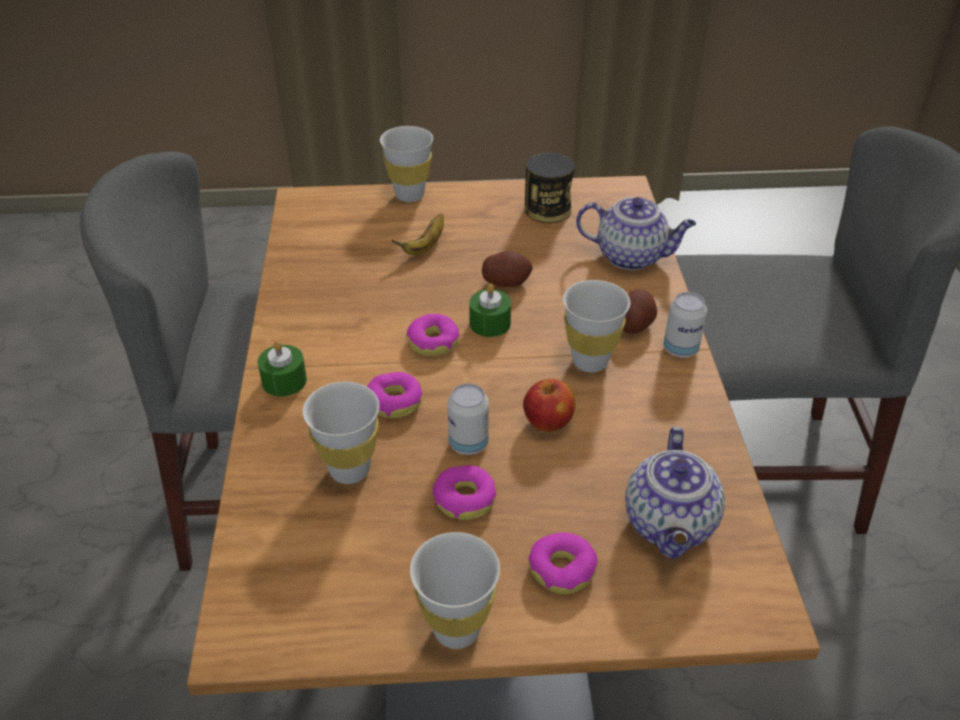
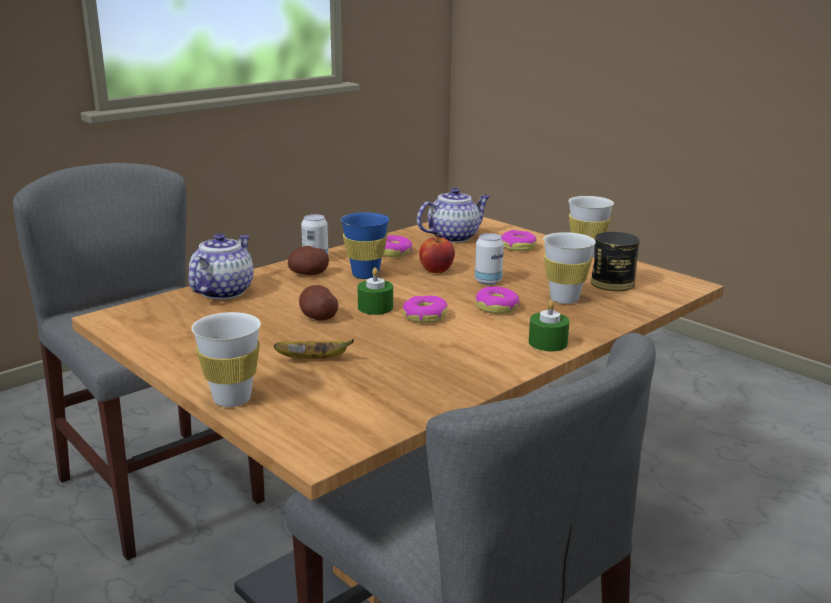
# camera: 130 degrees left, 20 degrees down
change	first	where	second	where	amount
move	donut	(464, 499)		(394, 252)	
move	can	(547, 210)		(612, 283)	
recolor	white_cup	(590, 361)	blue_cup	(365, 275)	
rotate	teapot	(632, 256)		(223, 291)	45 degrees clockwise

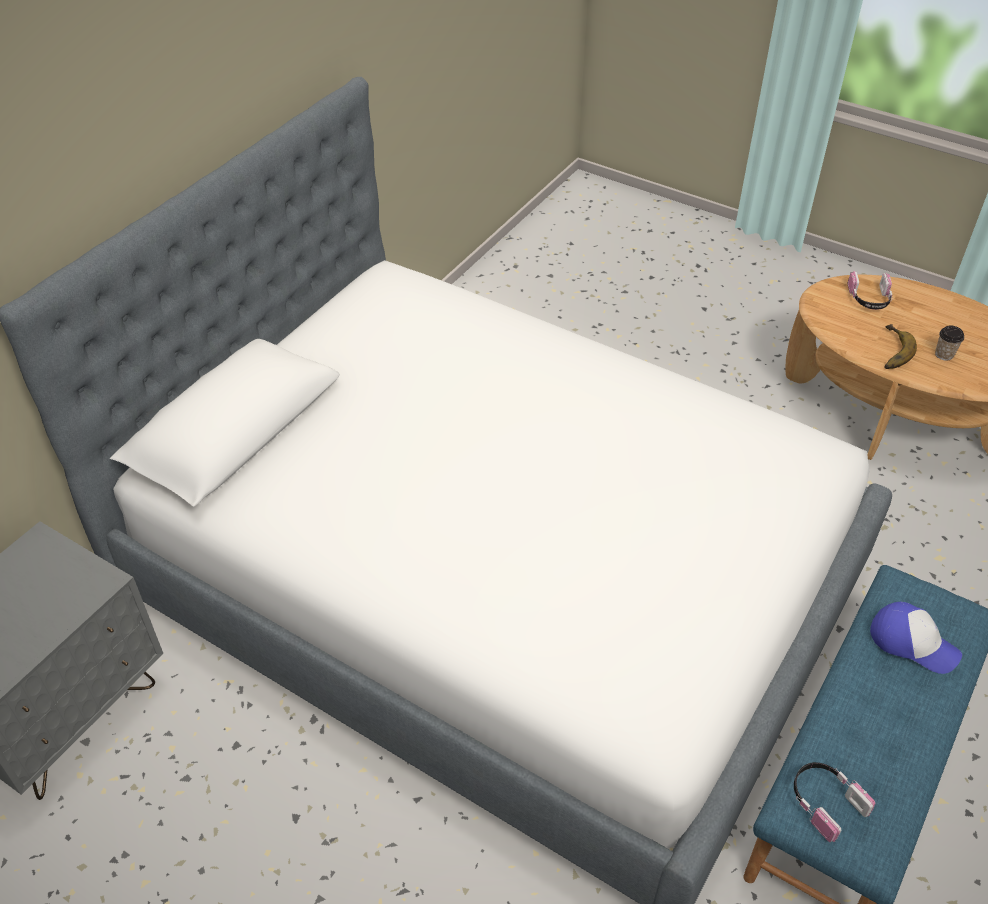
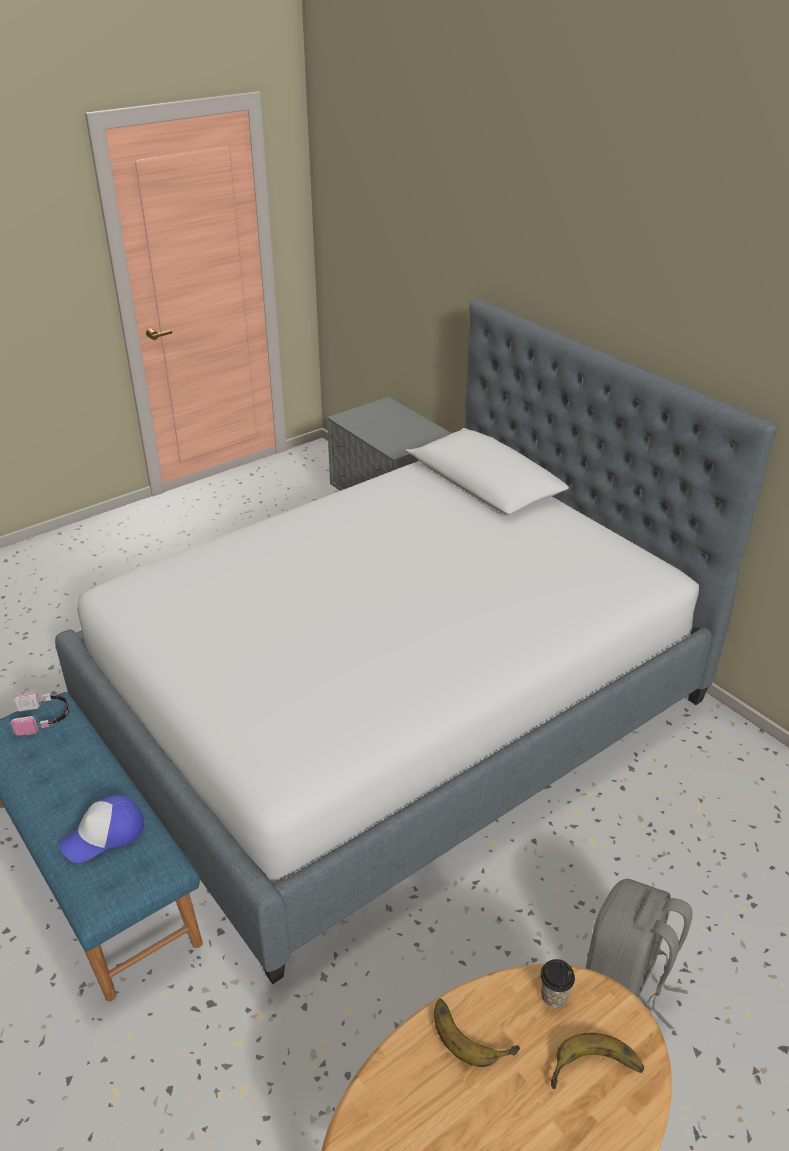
# camera: 110 degrees right, 10 degrees down
change	first	where	second	where	amount
replace	headphones	(869, 299)	banana	(596, 1073)	
move	cup	(944, 354)		(554, 996)	
insert			grey_backpack	(627, 985)	

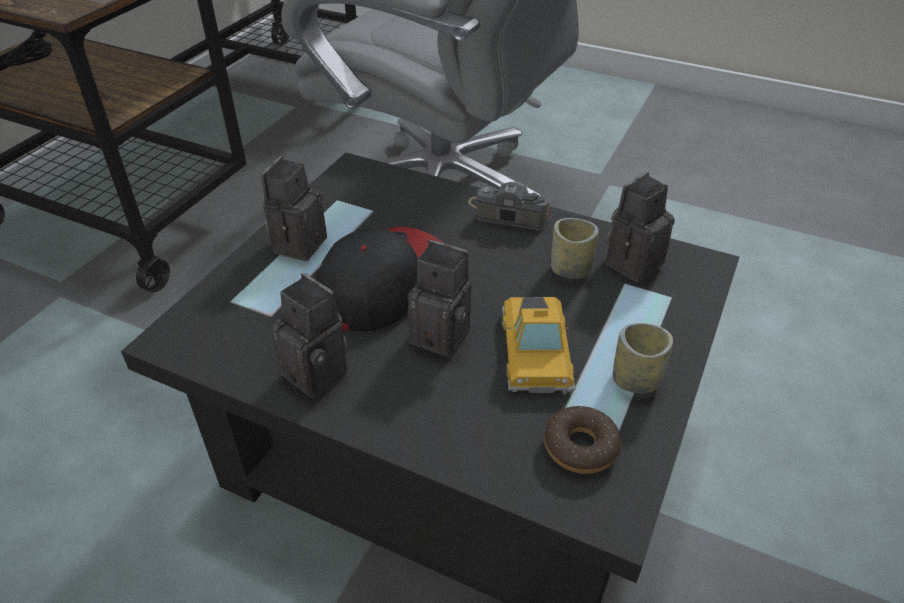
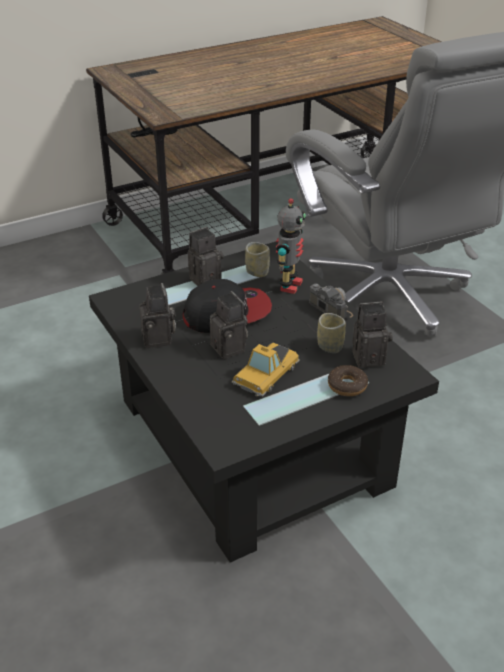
# camera: 35 degrees right, 5 degrees down
change	first	where	second	where	amount
move	donut	(580, 447)		(347, 386)	
move	cup	(636, 380)		(257, 272)	
insert			toy_robot	(289, 285)	

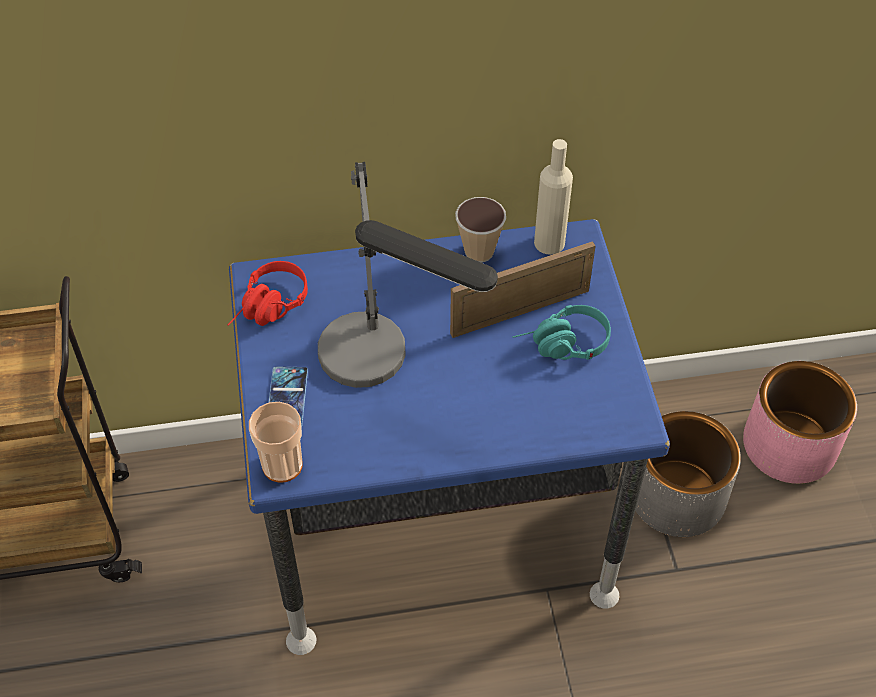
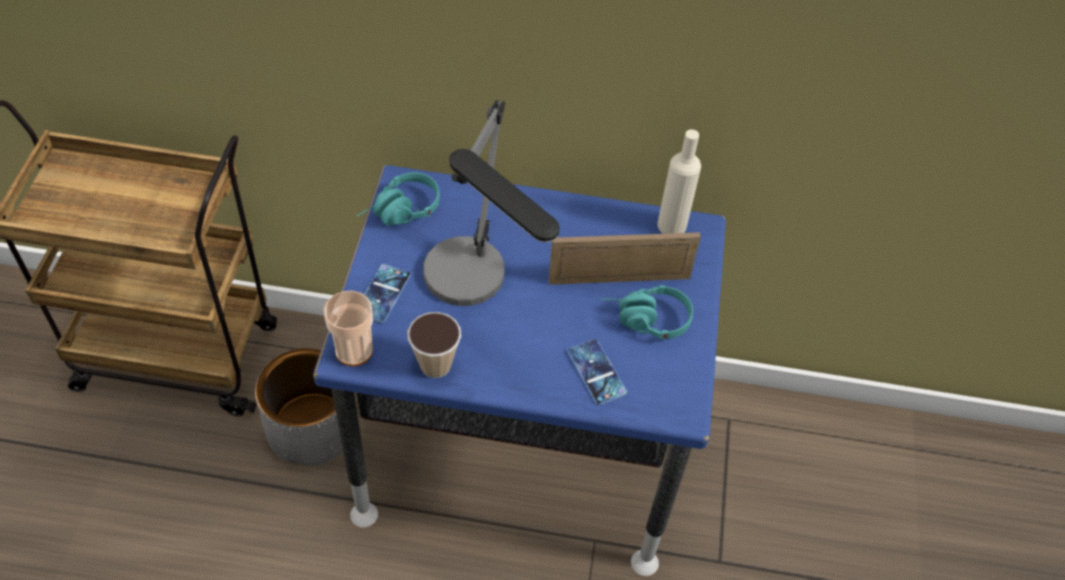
# camera: 15 degrees right, 0 degrees up
change	first	where	second	where	amount
recolor	red_headphones	(269, 309)	turquoise_headphones	(400, 213)	
move	cup	(479, 251)		(435, 365)	
move	grey_planter	(677, 497)		(312, 428)	
delete	pink_planter	(789, 446)			
insert			phone	(596, 372)	

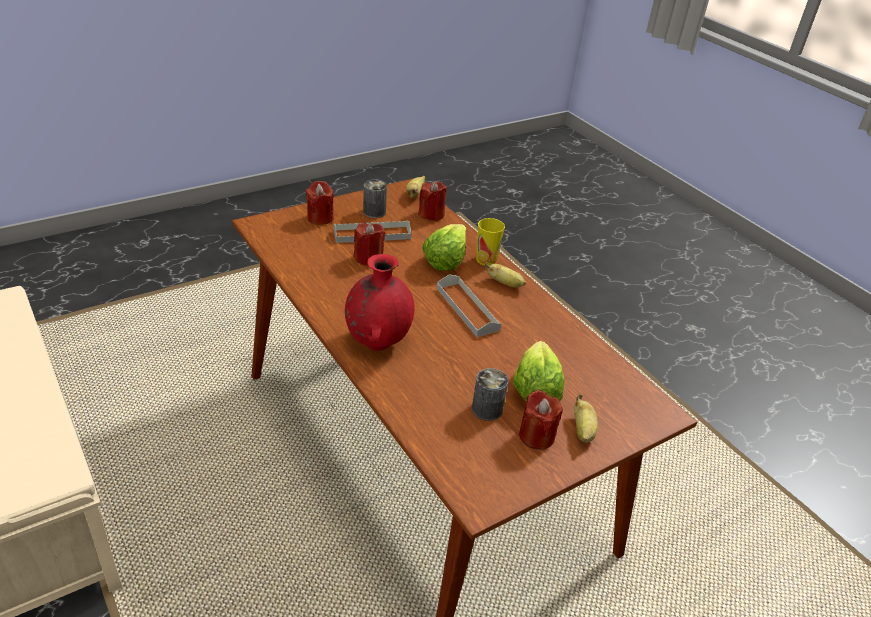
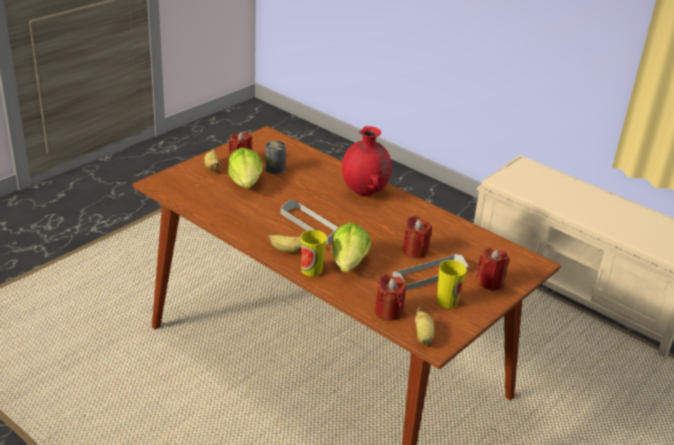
# camera: 165 degrees right, 5 degrees down
change	first	where	second	where	amount
replace	can	(374, 212)	cup	(447, 301)	

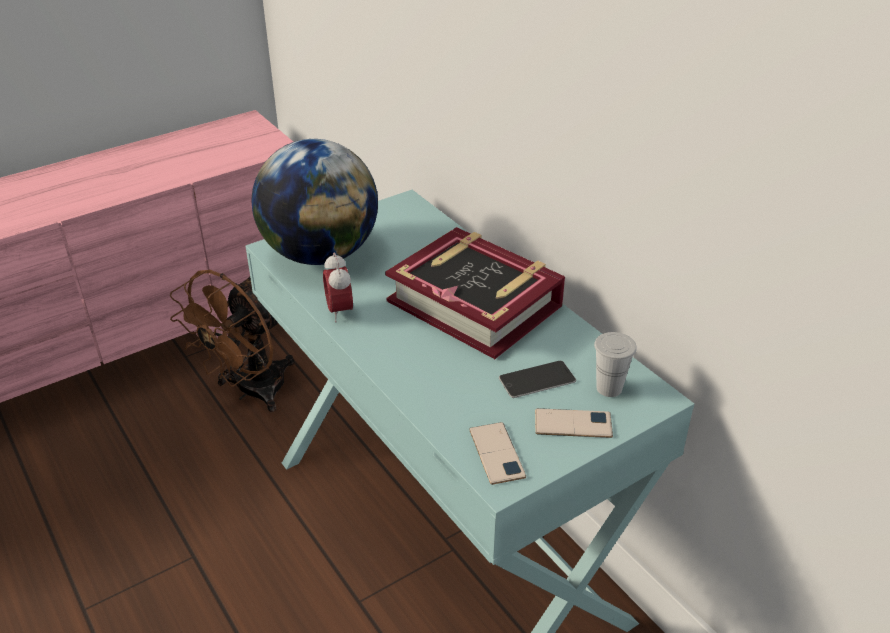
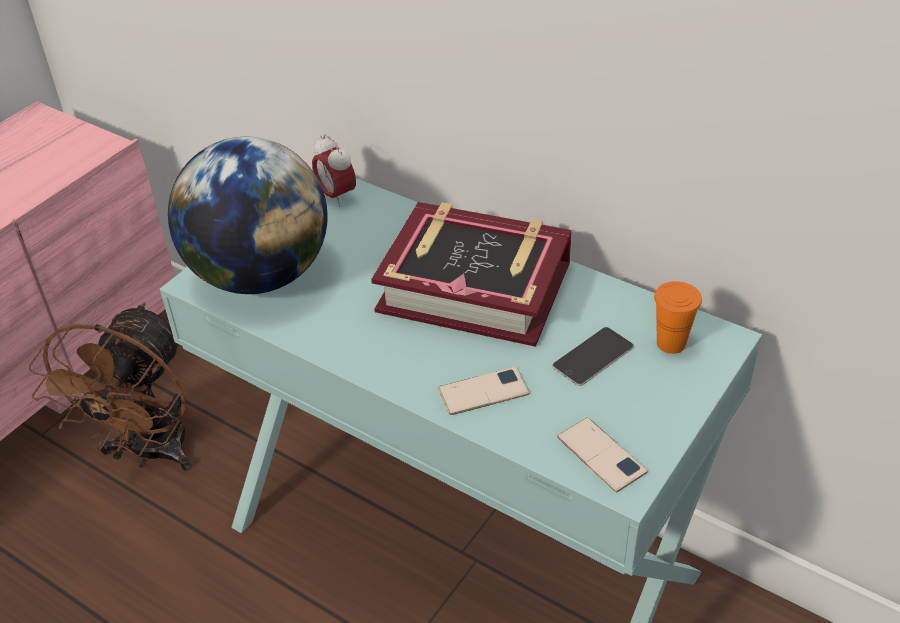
# camera: 20 degrees left, 5 degrees up
change	first	where	second	where	amount
move	alarm_clock	(340, 311)		(336, 196)	
move	phone	(573, 424)		(483, 391)	
recolor	white_cup	(609, 388)	orange_cup	(671, 343)	

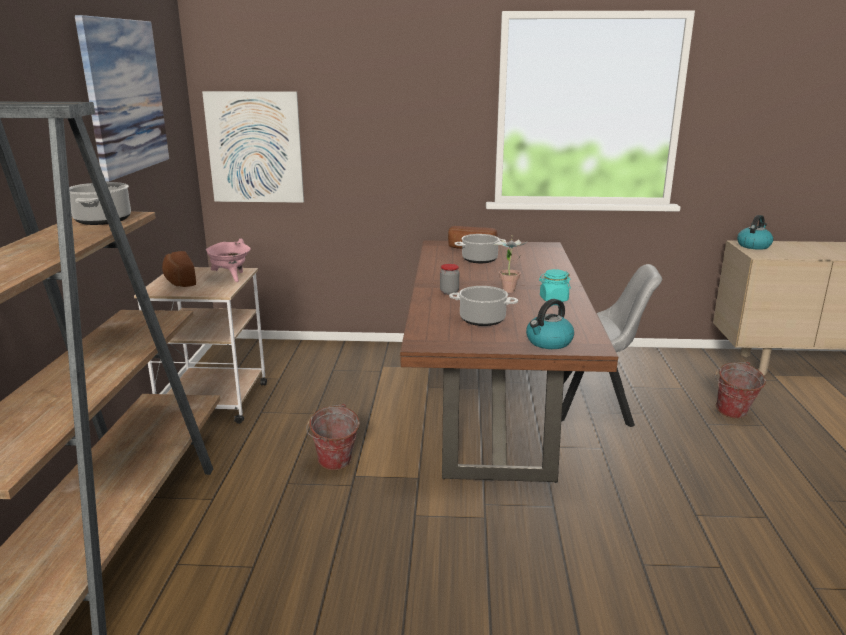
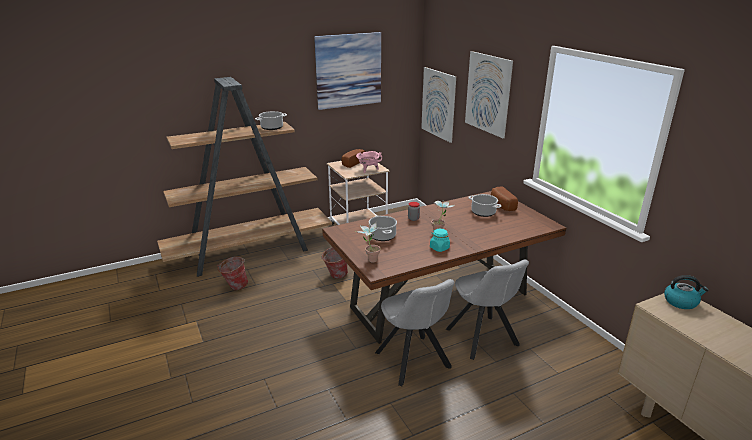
# camera: 60 degrees right, 5 degrees up
change	first	where	second	where	amount
replace	kettle	(548, 342)	potted_plant	(369, 259)	
move	bucket	(732, 415)		(234, 287)	
insert			grey_chair	(413, 361)	
insert			picture	(488, 93)	

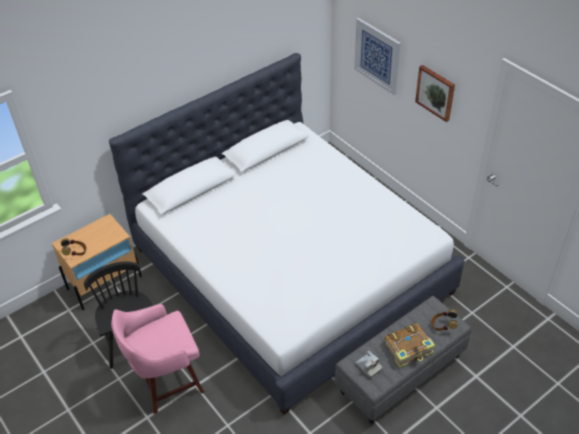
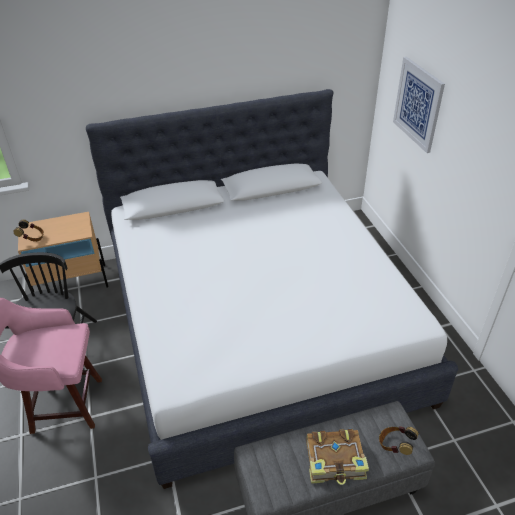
# camera: 20 degrees right, 5 degrees down
change	first	where	second	where	amount
delete	photo_camera	(368, 367)			
delete	picture	(435, 92)			

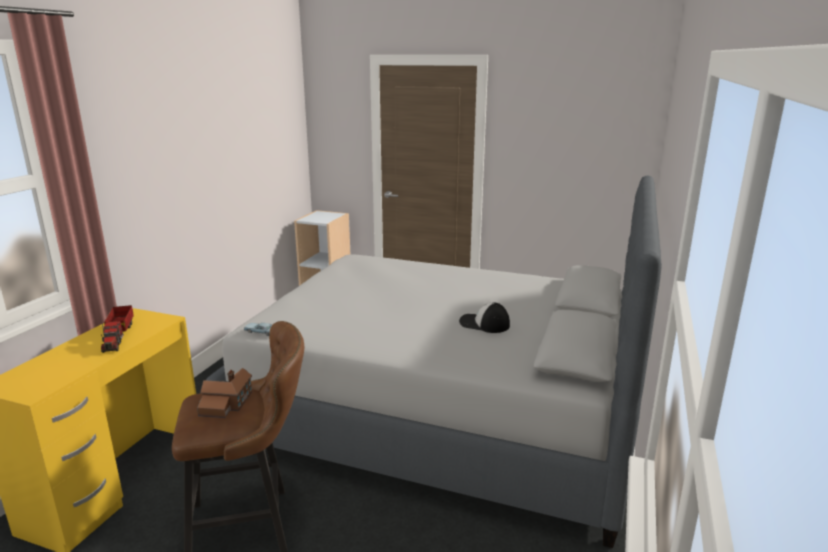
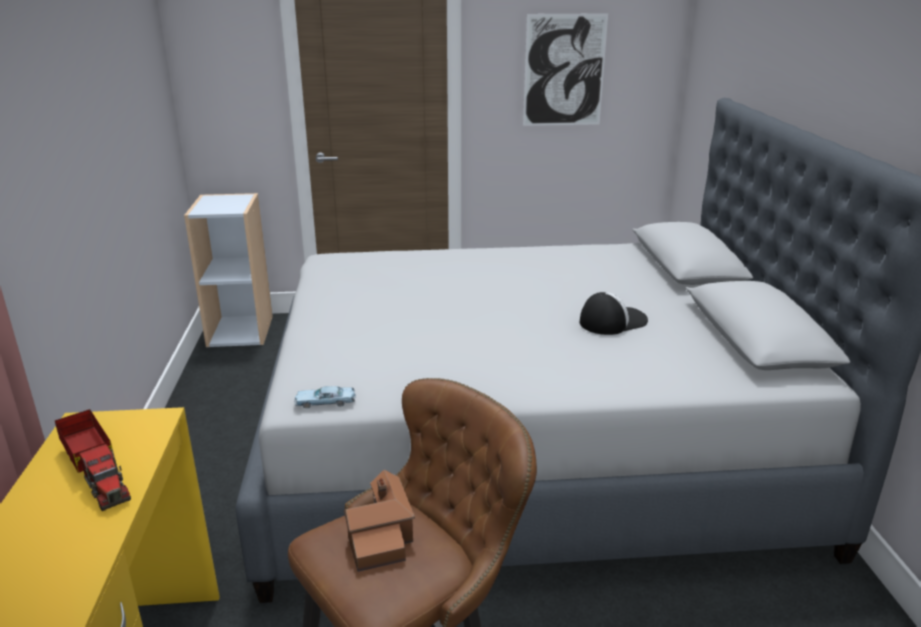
# camera: 25 degrees left, 5 degrees up
change	first	where	second	where	amount
rotate	cap	(484, 324)		(612, 321)	150 degrees clockwise
insert			picture	(564, 71)	

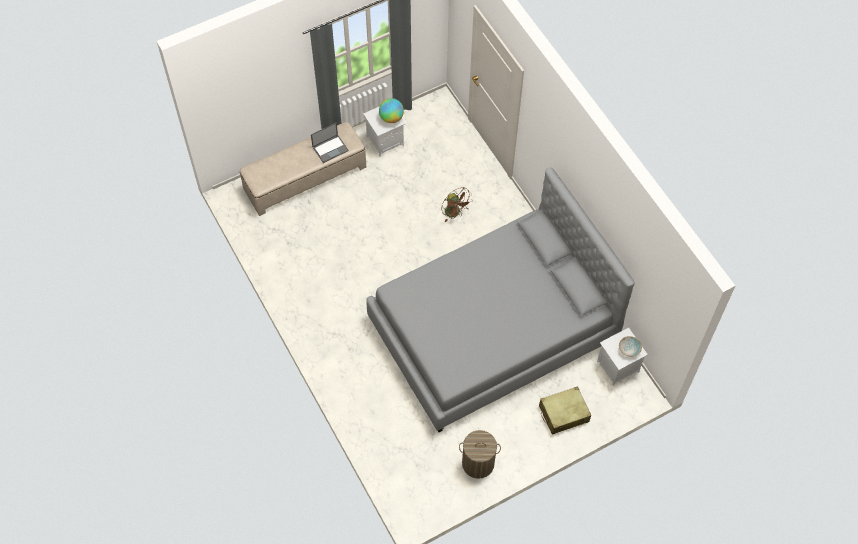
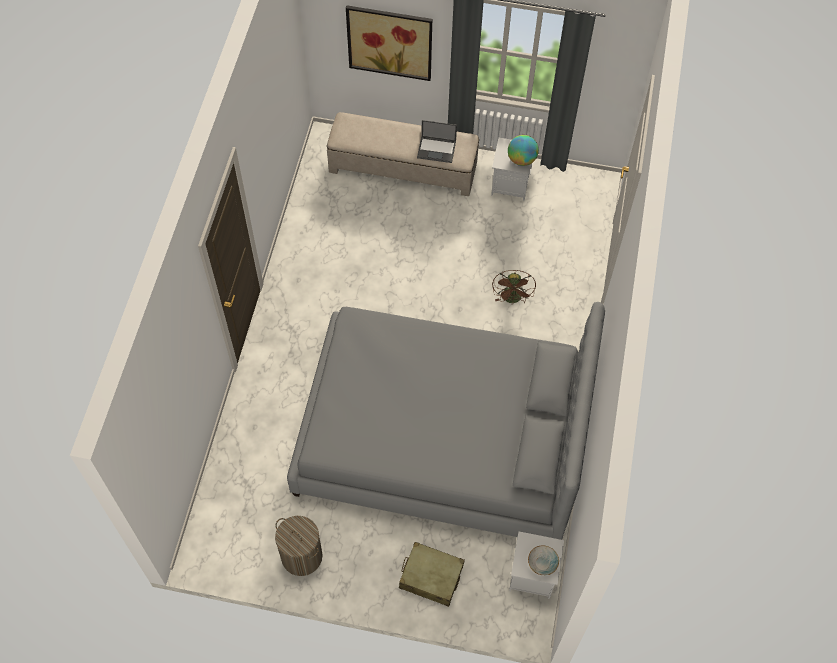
# camera: 40 degrees right, 0 degrees up
change	first	where	second	where	amount
insert			picture	(390, 42)	

